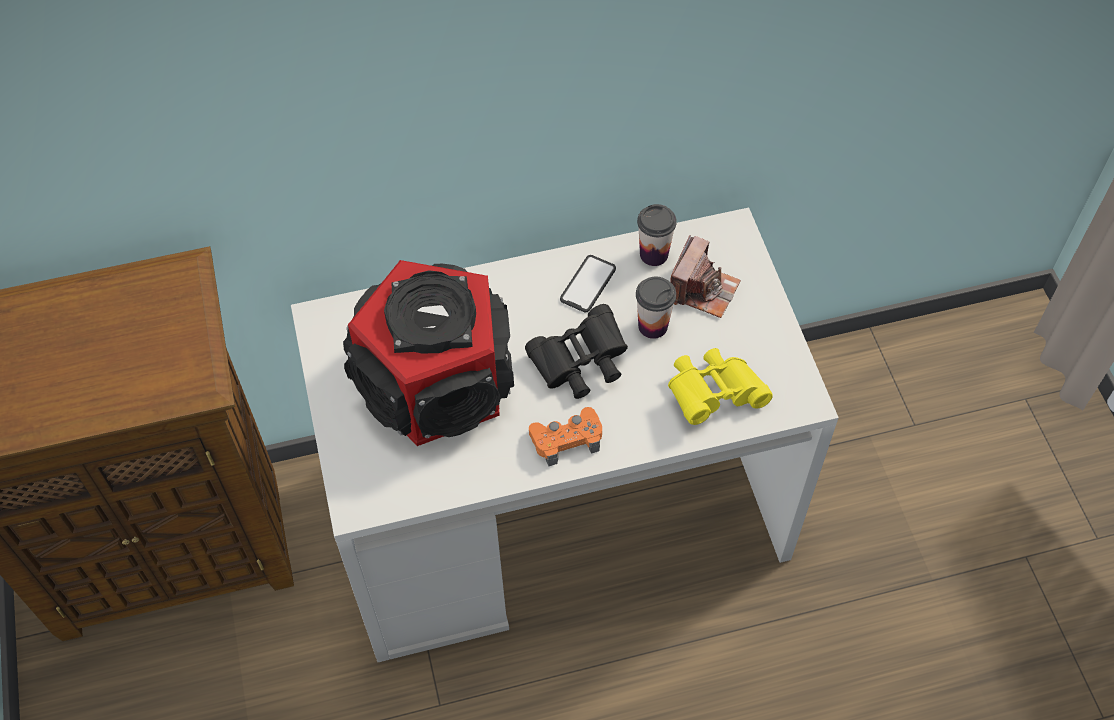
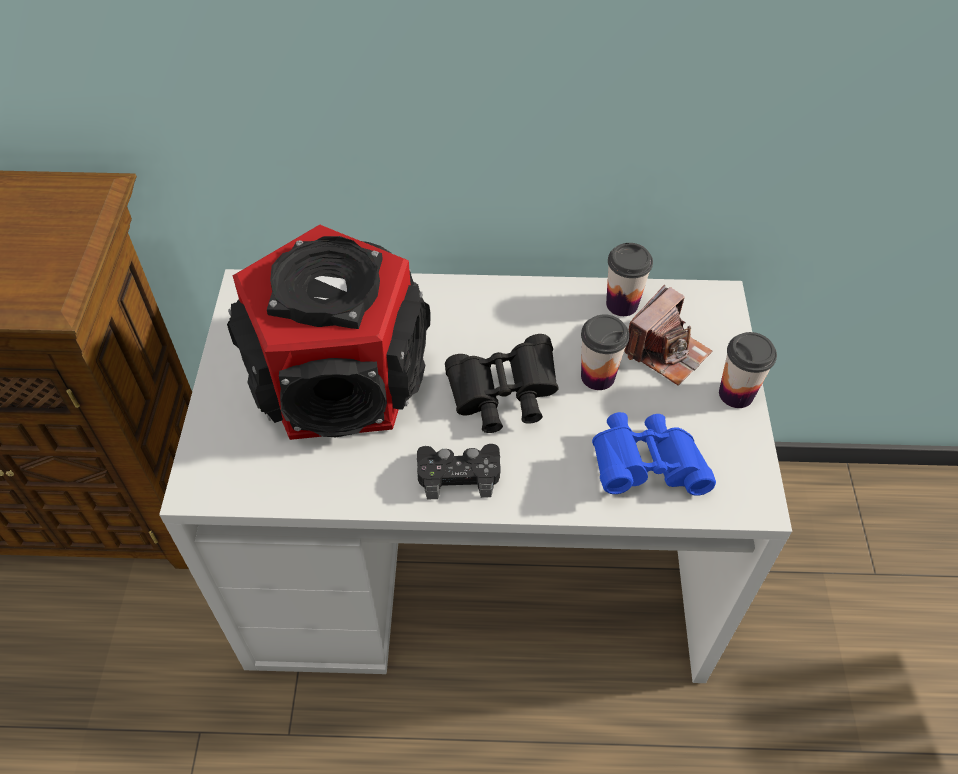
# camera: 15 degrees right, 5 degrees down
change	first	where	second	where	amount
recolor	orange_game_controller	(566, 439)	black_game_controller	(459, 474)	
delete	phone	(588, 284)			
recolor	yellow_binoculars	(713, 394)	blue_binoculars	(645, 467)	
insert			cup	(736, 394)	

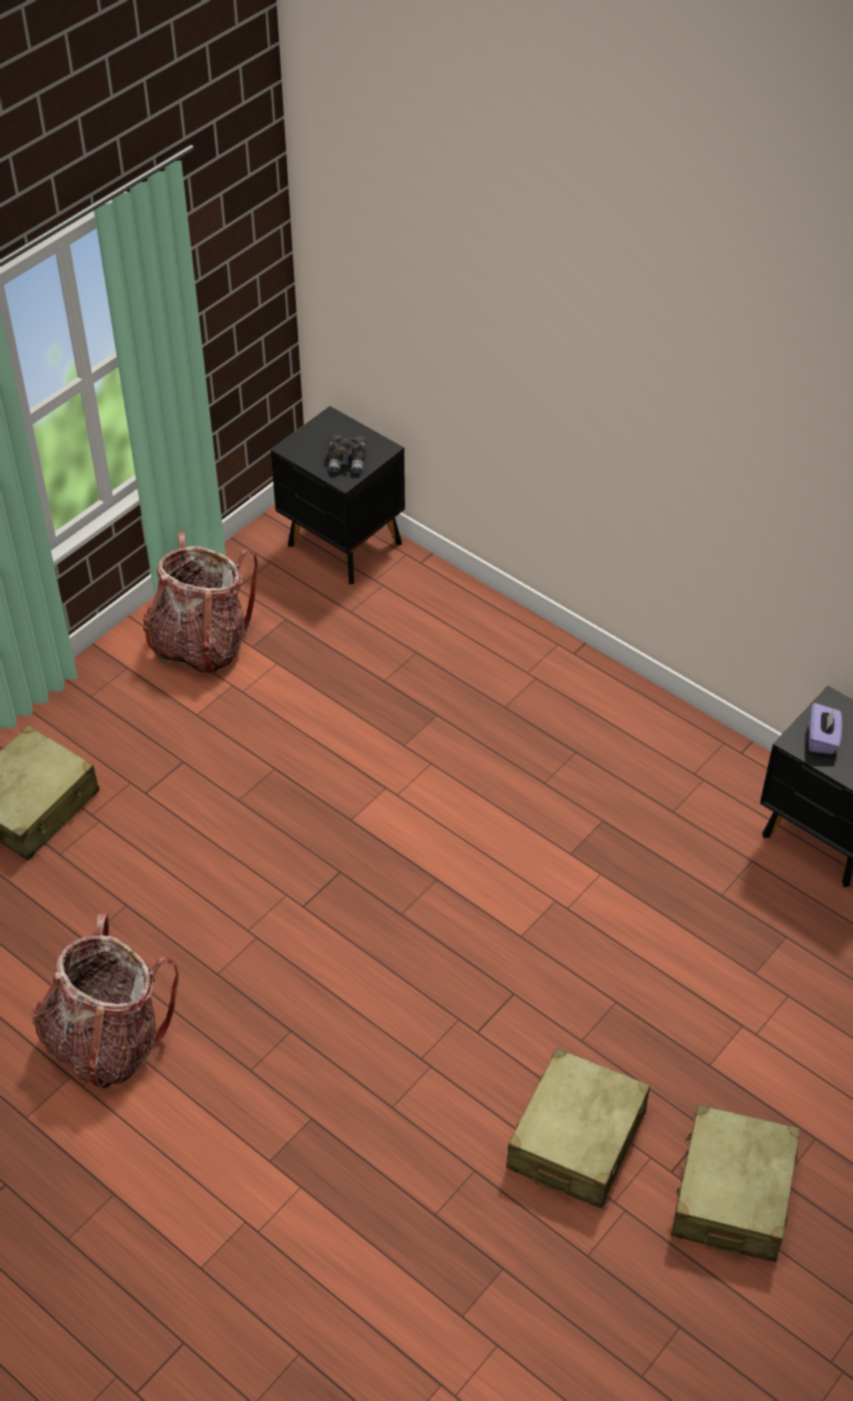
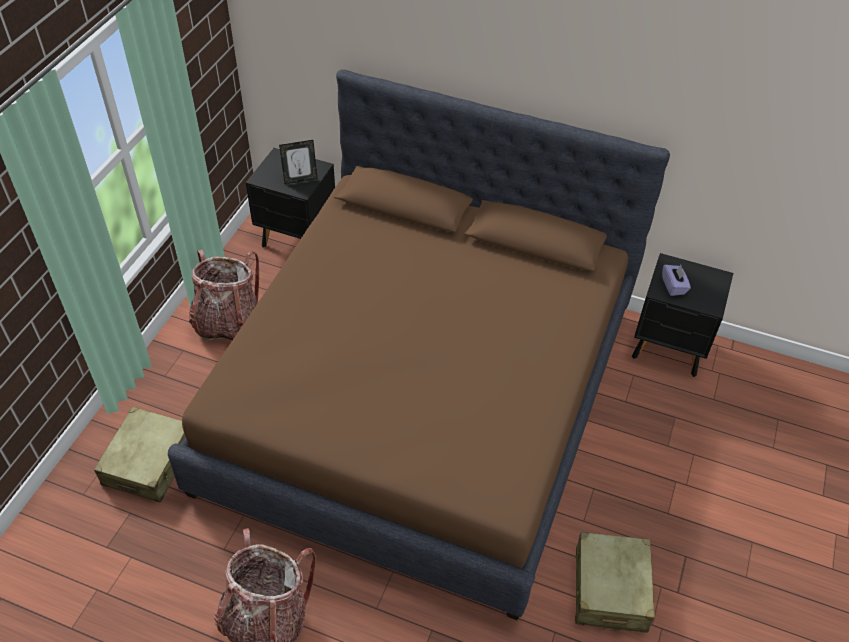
# camera: 20 degrees left, 0 degrees up
change	first	where	second	where	amount
replace	grey_binoculars	(347, 461)	picture_frame	(300, 179)	
delete	beige_suitcase	(732, 1195)			
insert			brown_bed	(422, 396)	

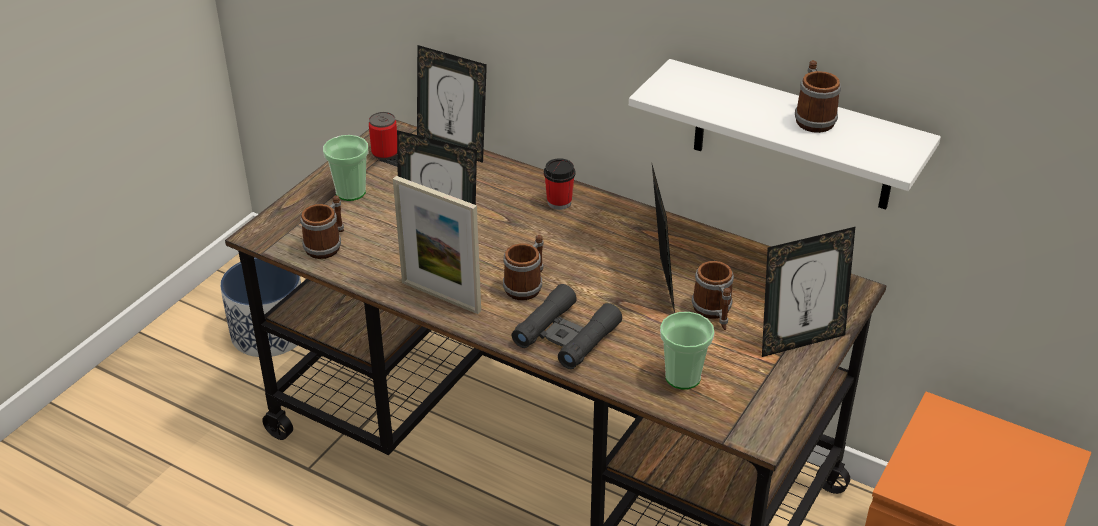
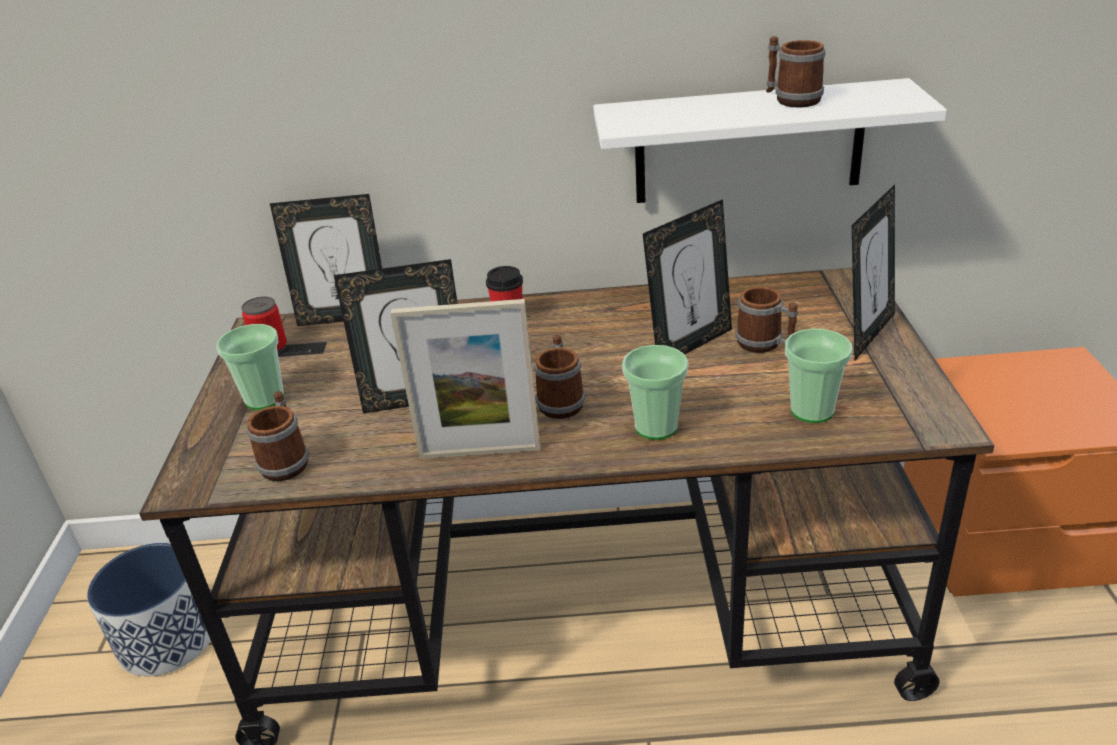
# camera: 30 degrees left, 5 degrees down
change	first	where	second	where	amount
replace	black_binoculars	(566, 335)	cup	(656, 426)	
rotate	picture_frame	(660, 285)		(689, 345)	90 degrees clockwise

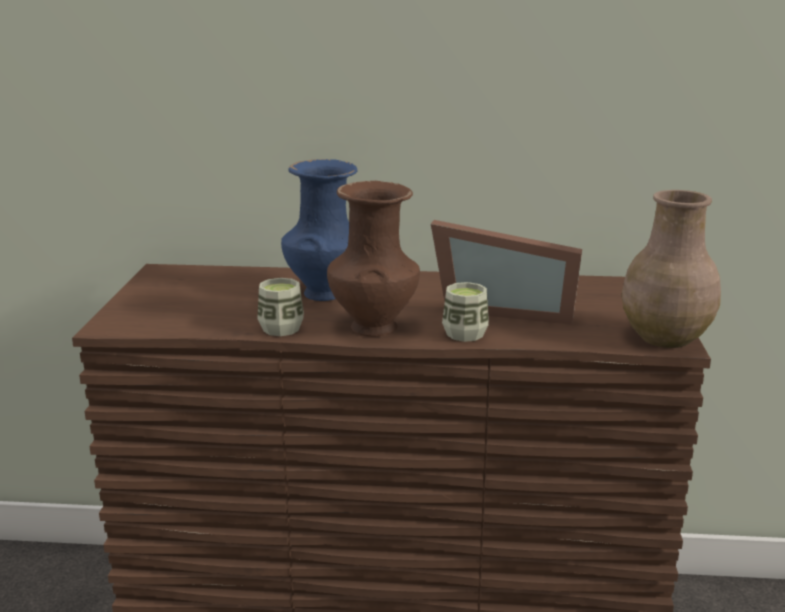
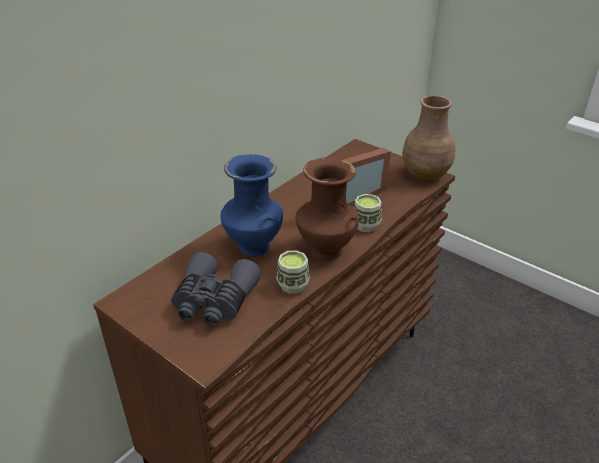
# camera: 55 degrees left, 15 degrees up
change	first	where	second	where	amount
insert			grey_binoculars	(214, 301)	

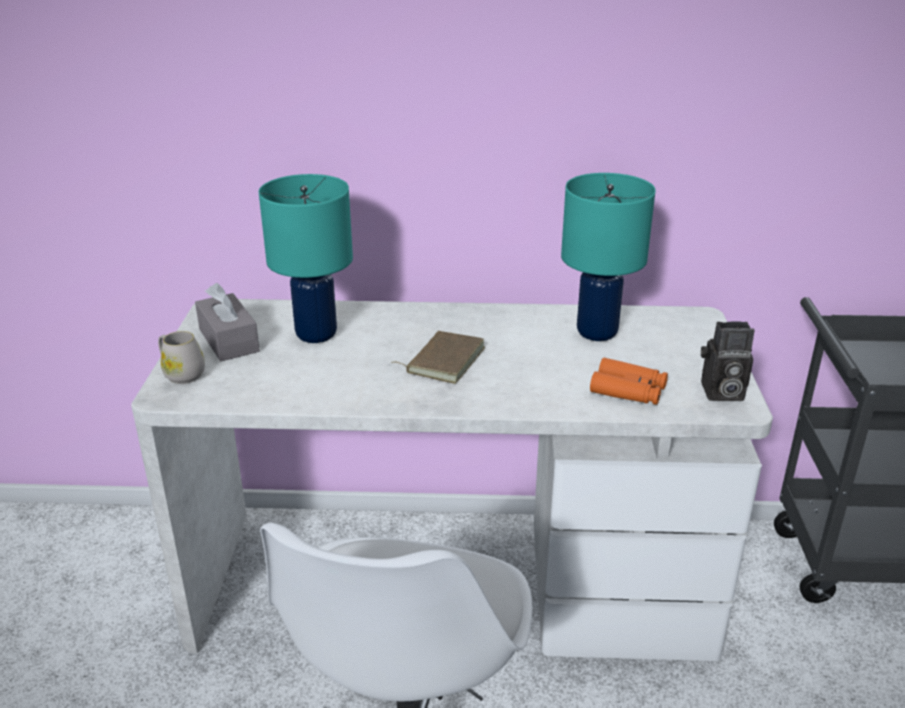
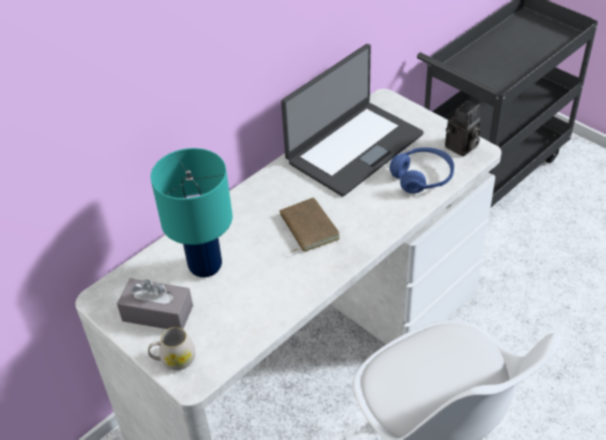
# camera: 45 degrees left, 15 degrees up
change	first	where	second	where	amount
replace	turquoise_table_lamp	(598, 332)	laptop	(353, 147)	
replace	orange_binoculars	(628, 390)	blue_headphones	(422, 177)	

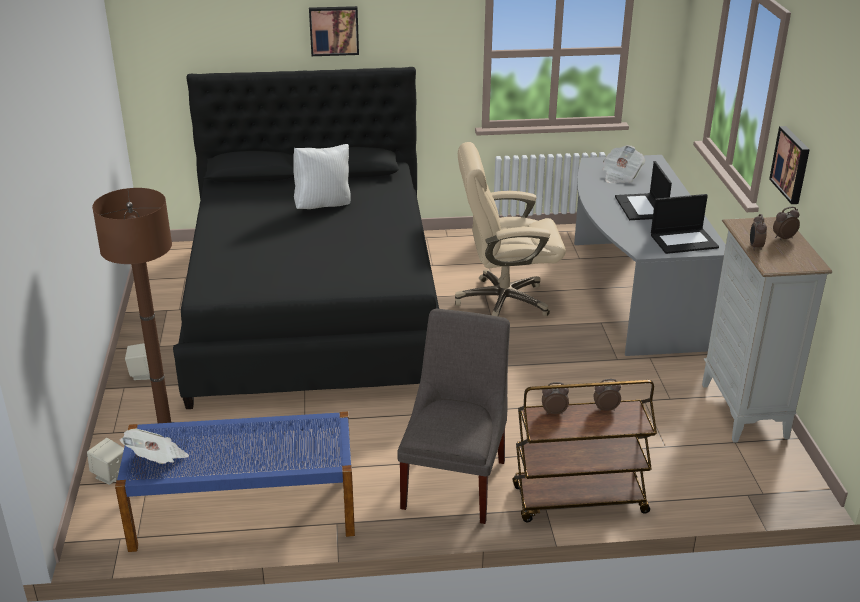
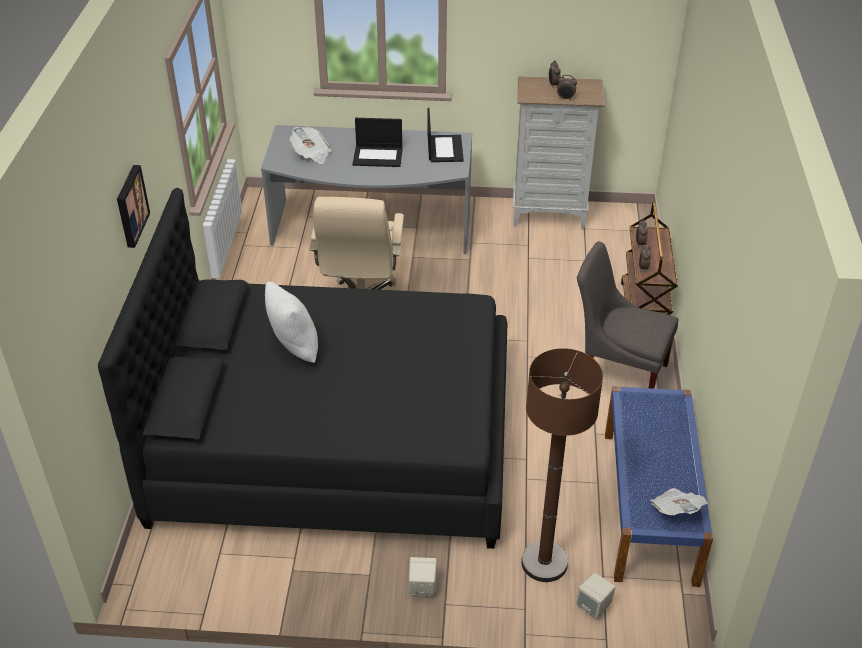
# camera: 80 degrees left, 10 degrees up
change	first	where	second	where	amount
delete	picture	(792, 164)			

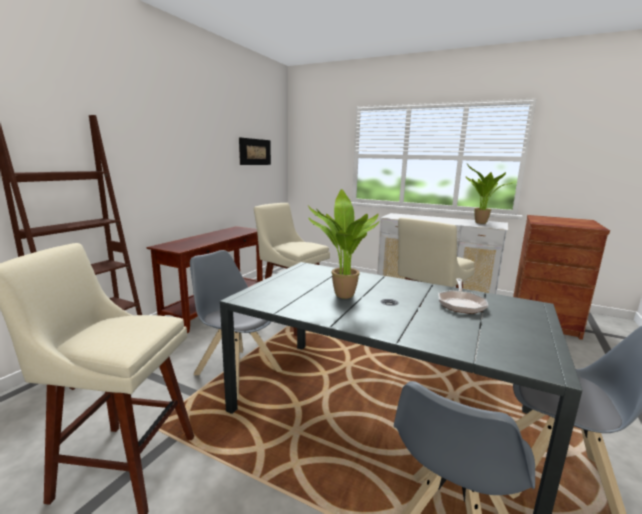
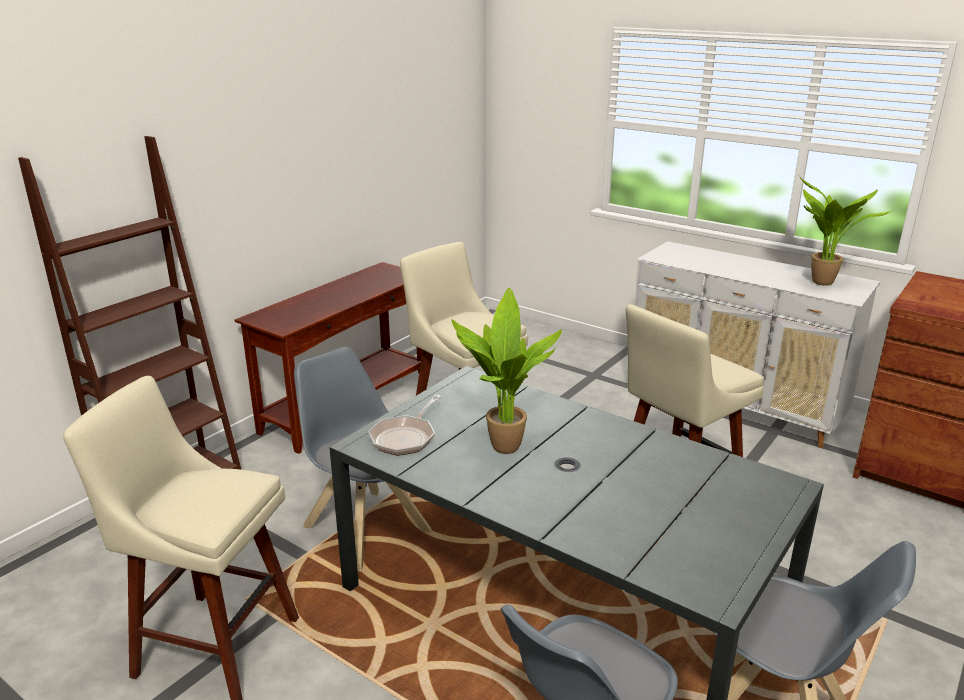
# camera: 10 degrees right, 10 degrees up
change	first	where	second	where	amount
delete	picture	(255, 152)			
move	frying_pan	(461, 303)		(405, 437)	

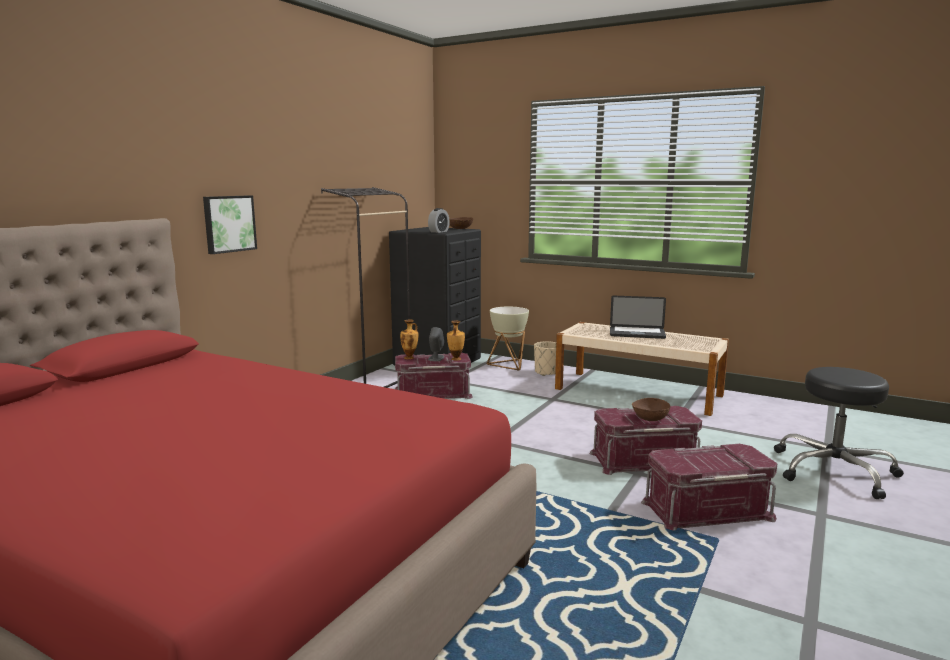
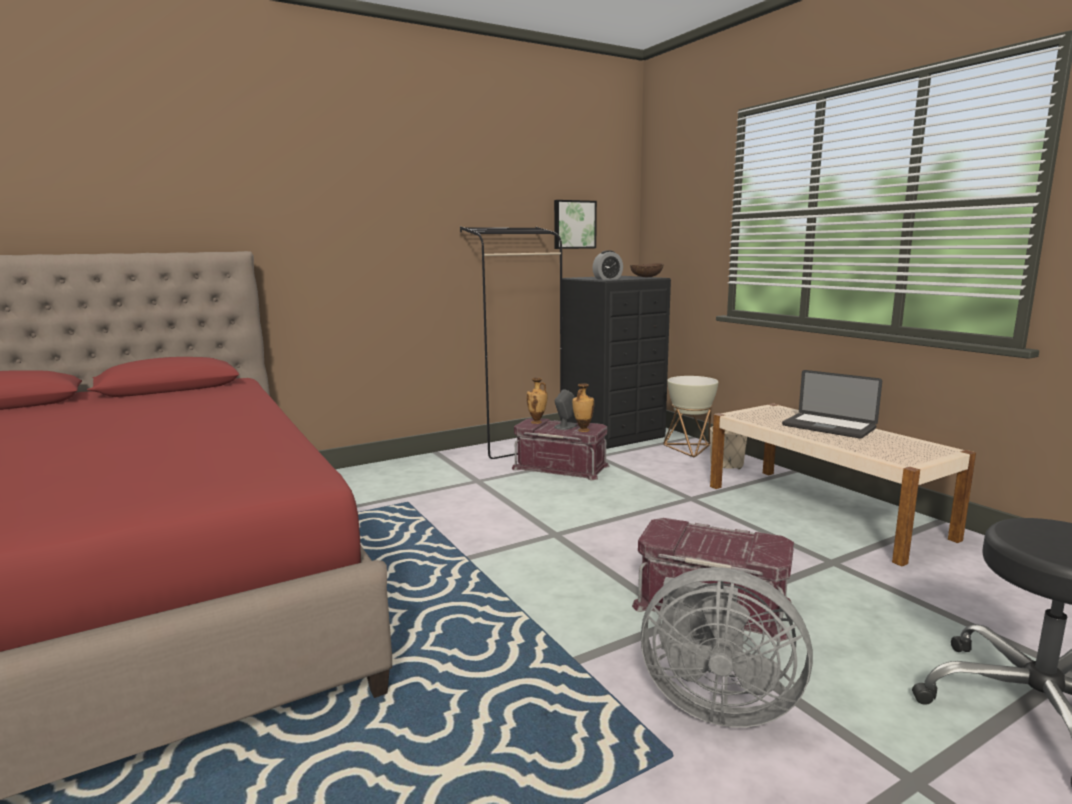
# camera: 30 degrees right, 0 degrees up
change	first	where	second	where	amount
move	picture	(228, 223)		(574, 224)	
delete	brown_bowl	(650, 419)			
replace	red_storage_box	(706, 509)	grey_fan	(714, 703)	

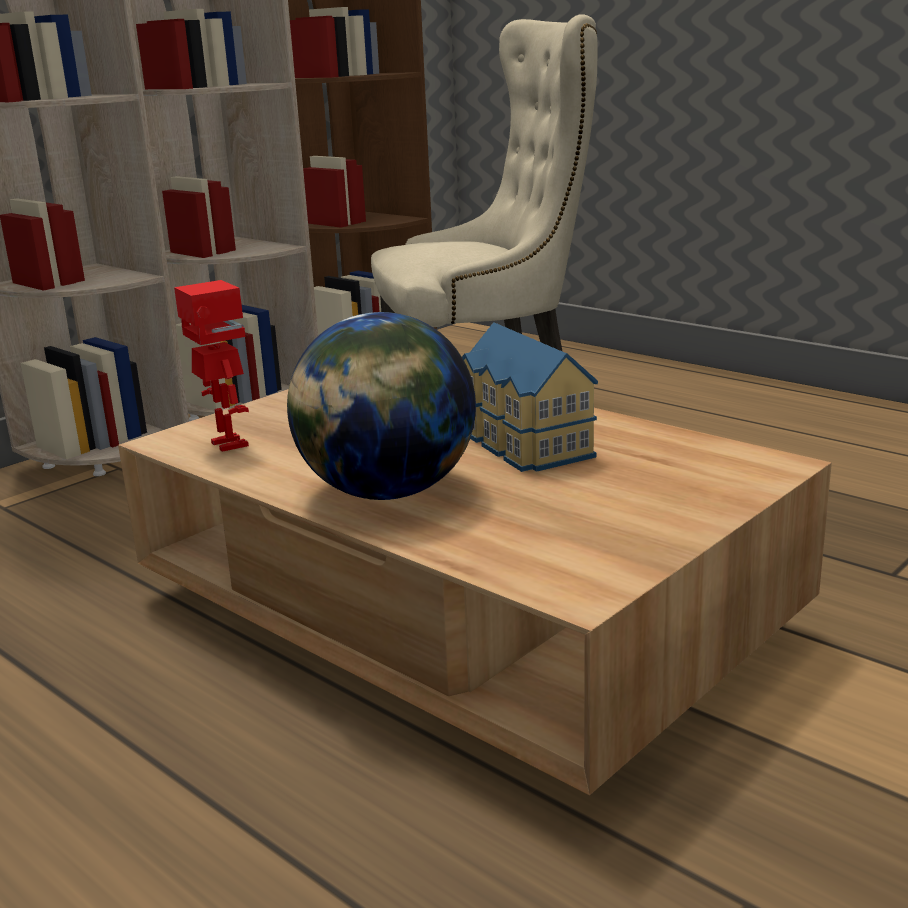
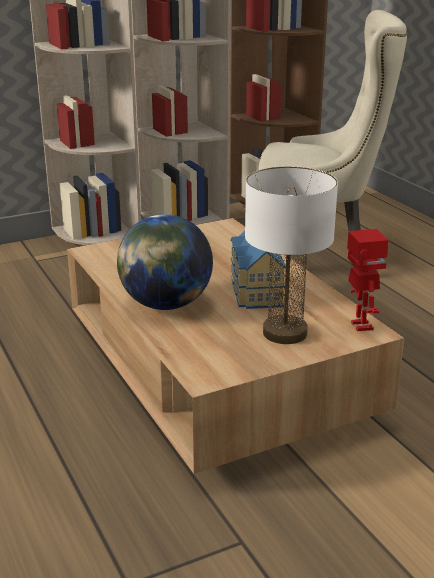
# camera: 20 degrees right, 5 degrees up
change	first	where	second	where	amount
move	toy_robot	(227, 444)		(360, 326)	
insert			table_lamp	(284, 332)	

